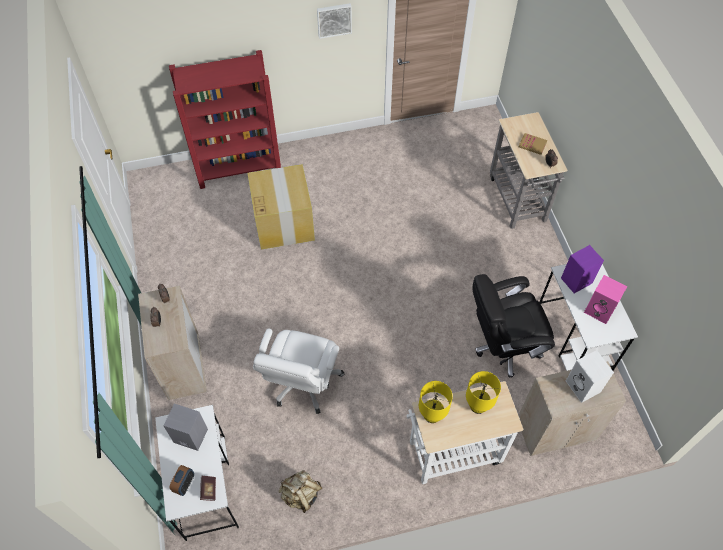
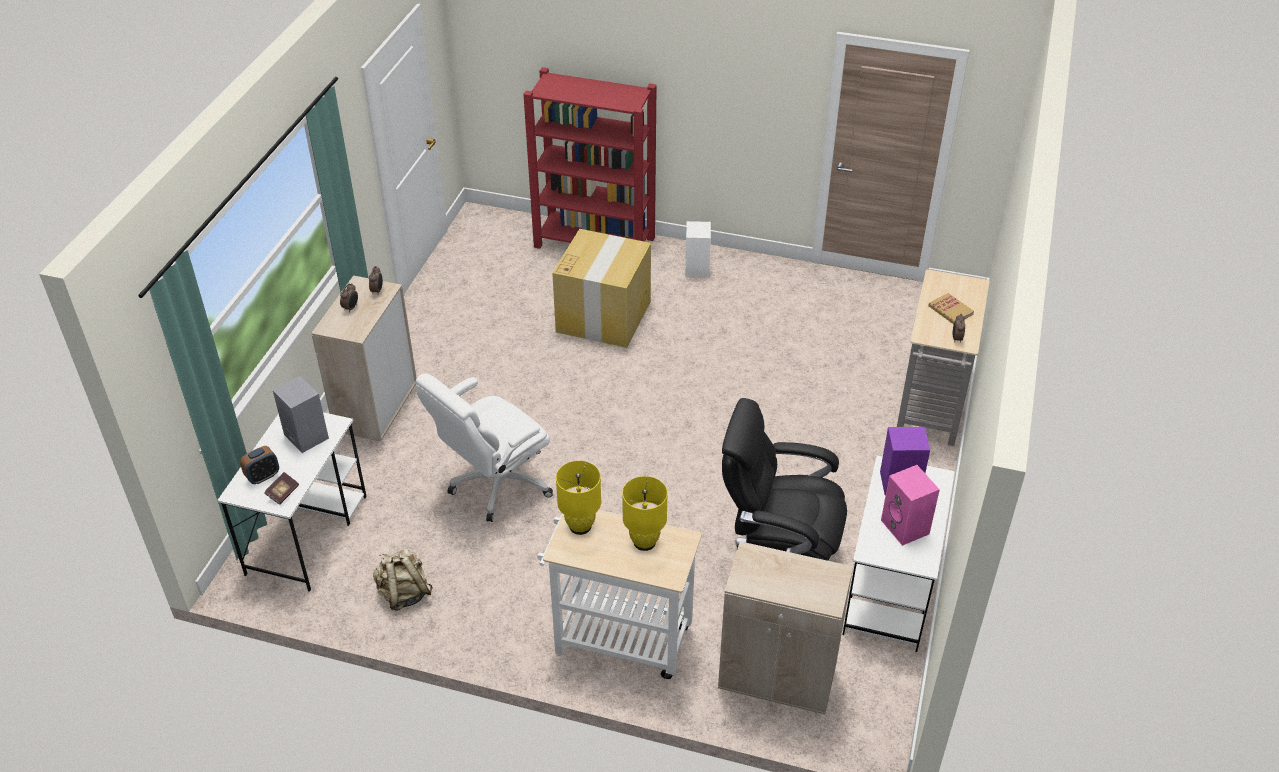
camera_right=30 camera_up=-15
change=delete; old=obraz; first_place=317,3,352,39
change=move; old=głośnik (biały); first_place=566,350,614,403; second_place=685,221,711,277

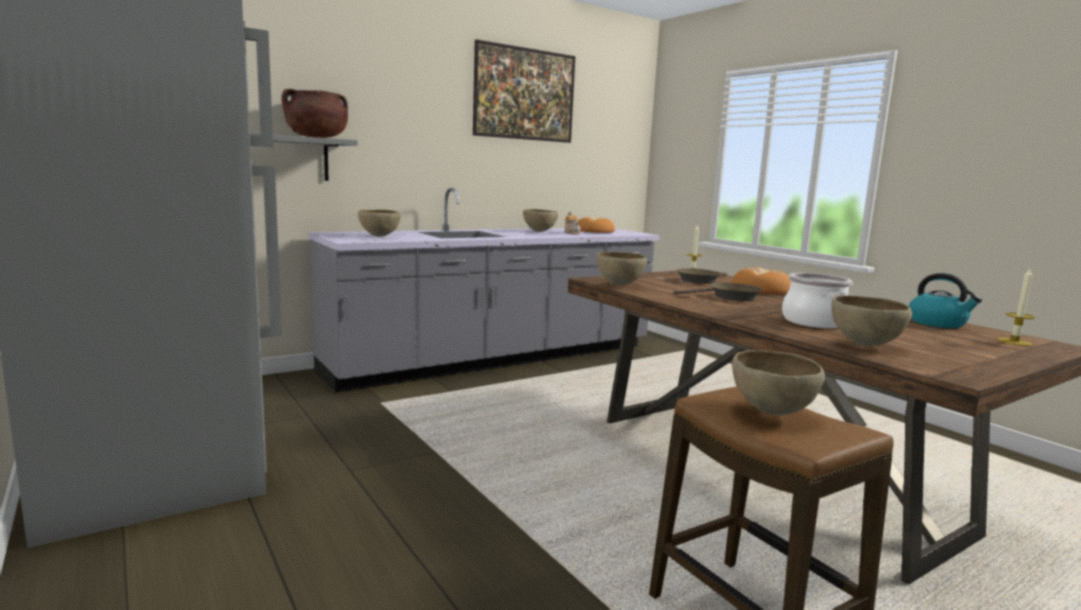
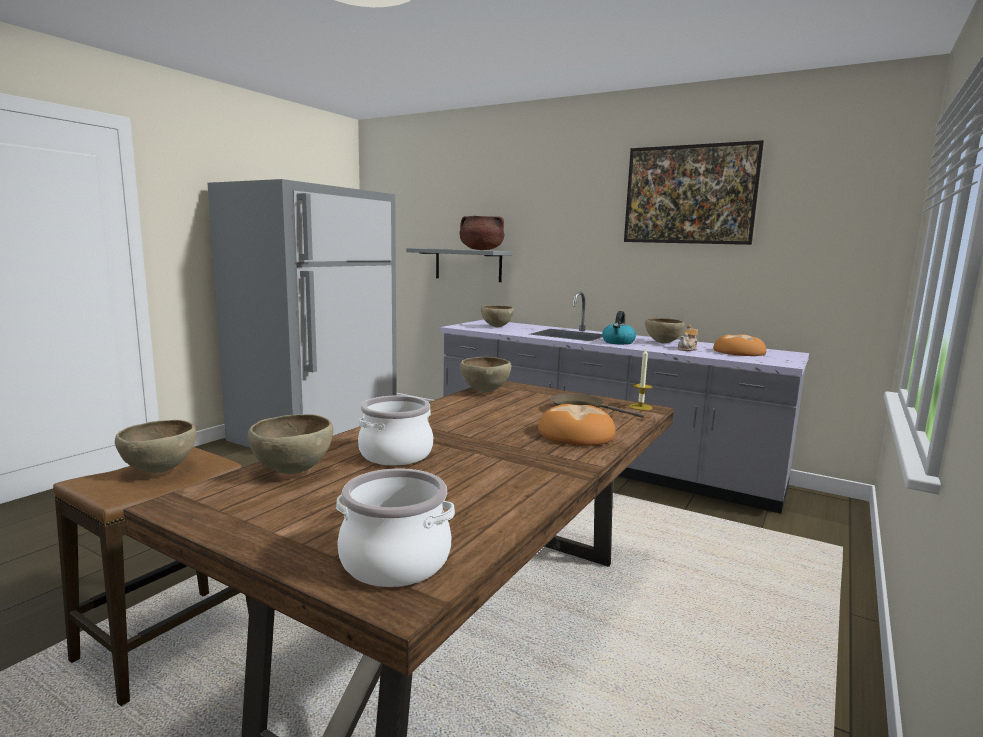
camera_right=65 camera_up=0
change=delete; old=patelnia (brązowy); first_place=673,283,762,301
change=move; old=czajnik; first_place=909,273,982,328; second_place=602,311,636,345
change=replace; old=świeca; new=garnek; first_place=998,269,1035,346; second_place=336,468,455,587

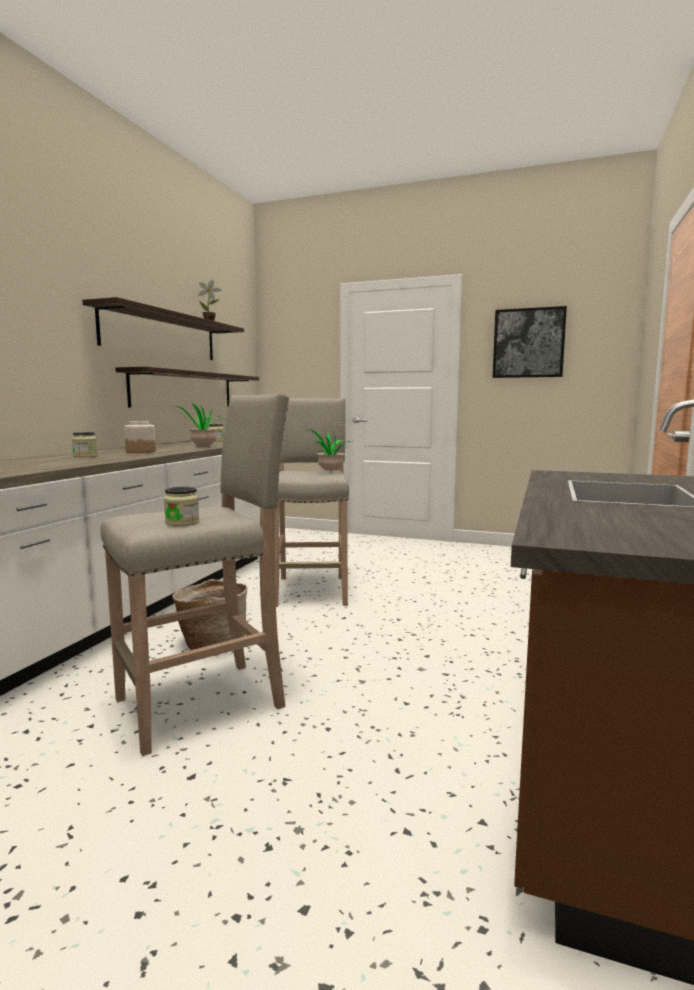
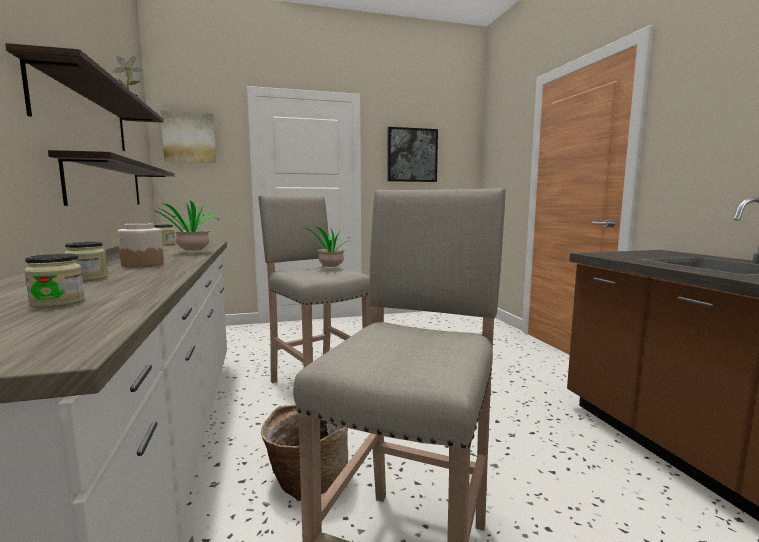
camera_right=-35 camera_up=0
change=move; old=słoik; first_place=164,487,199,527; second_place=24,254,85,308
change=insert; new=obraz; second_place=160,110,216,163

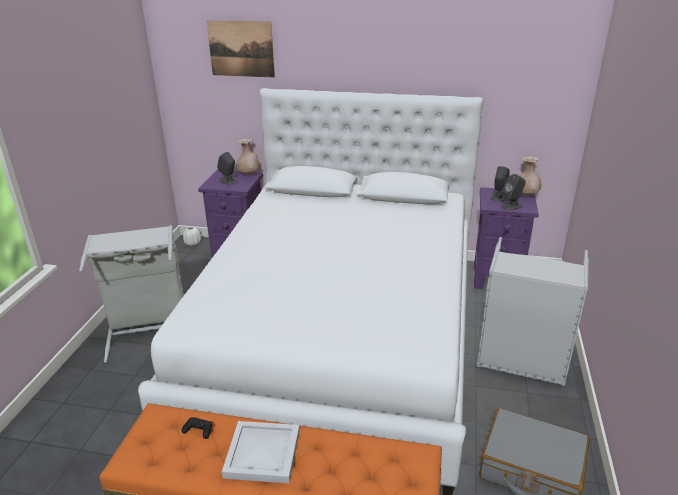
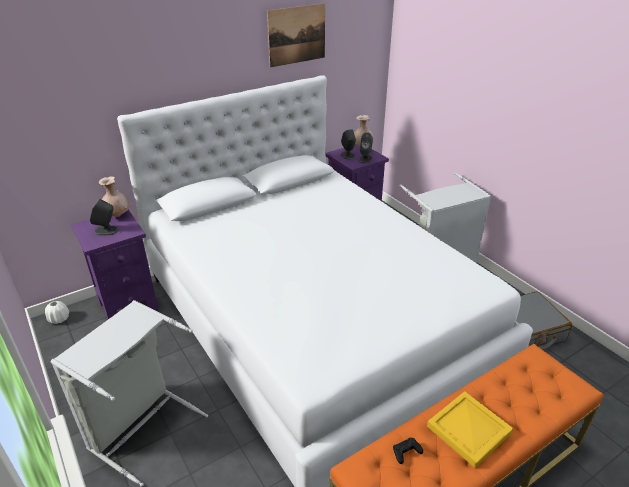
camera_right=-45 camera_up=5
change=move; old=obraz; first_place=206,20,275,78; second_place=267,3,325,67
change=recolor; old=taca (biały); new=taca (żółty); first_place=222,421,300,483; second_place=427,391,513,468

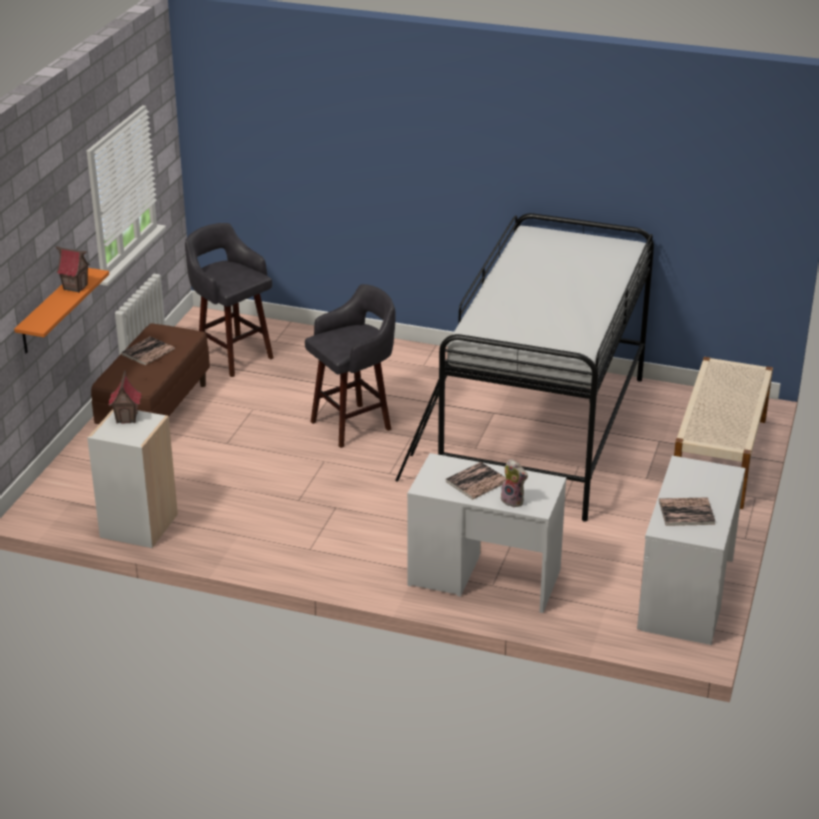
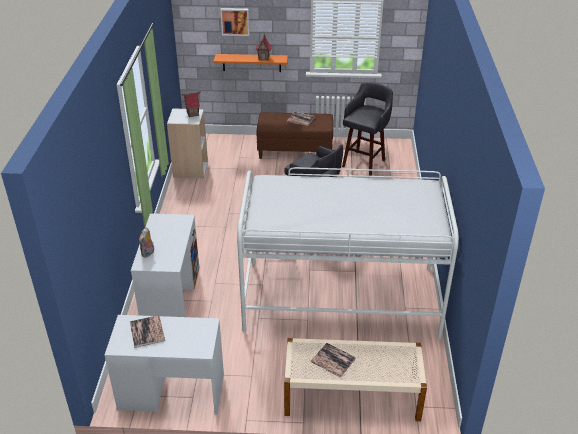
camera_right=75 camera_up=5
change=recolor; old=łóżko (czarny); new=łóżko (biały); first_place=395,213,654,522; second_place=237,167,459,339
change=move; old=książka; first_place=446,462,506,500; second_place=311,343,356,377
change=insert; new=obraz; second_place=221,8,249,36

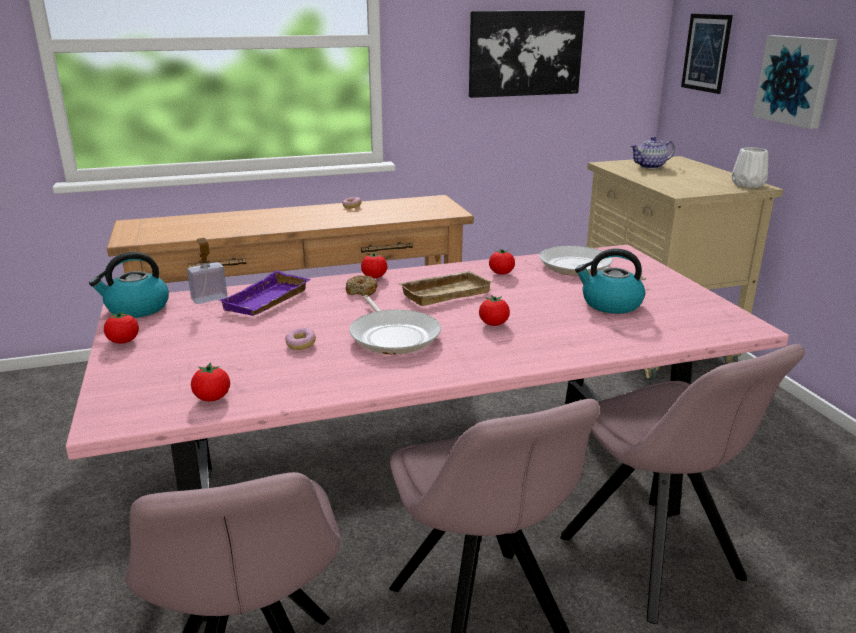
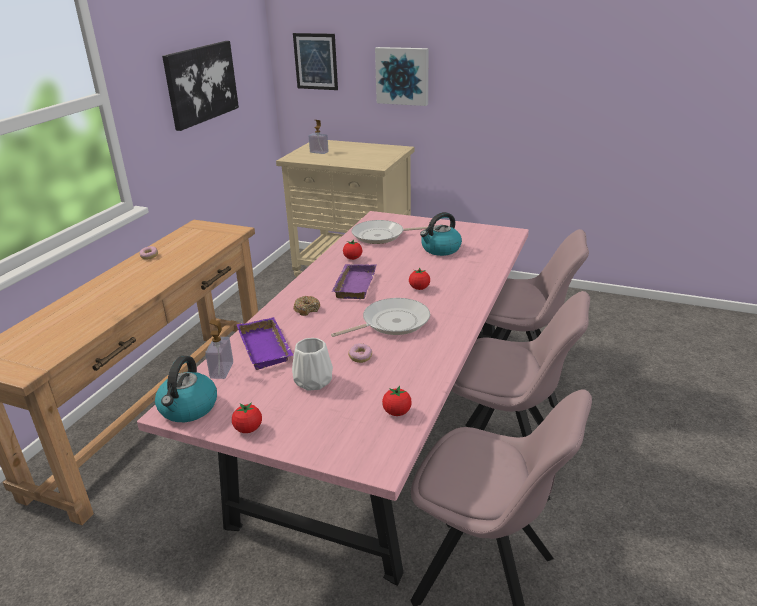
camera_right=-50 camera_up=5
change=rotate; old=patelnia; first_place=349,295,441,354; second_place=331,298,430,337; degrees=-45
change=delete; old=pomidor; first_place=361,252,387,278
change=recolor; old=taca (beżowy); new=taca (fioletowy); first_place=398,271,493,306; second_place=332,264,377,299
change=replace; old=imbryk; new=dozownik mydła; first_place=631,136,675,169; second_place=309,120,329,154
change=move; old=wazon (biały); first_place=731,147,768,188; second_place=292,338,333,390

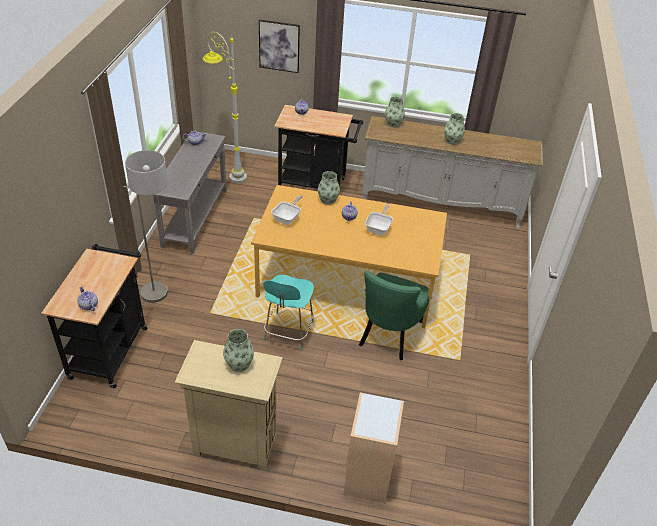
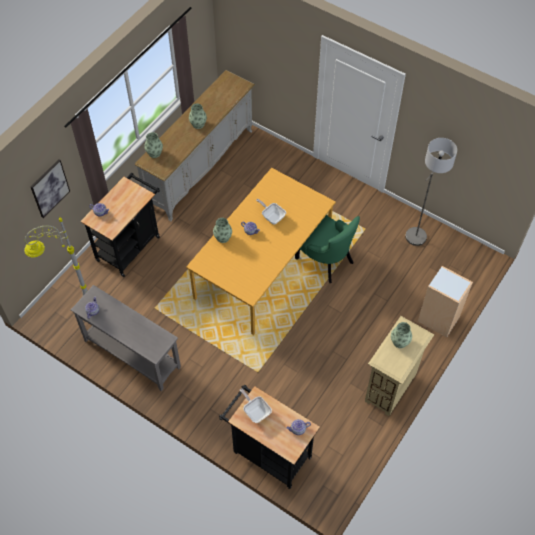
camera_right=-65 camera_up=15
change=move; old=lampa stojąca (szary); first_place=124,150,168,303; second_place=405,138,457,246
change=delete; old=krzesło (turkusowy); first_place=263,275,314,350
change=move; old=patelnia; first_place=271,195,303,225; second_place=240,388,272,423

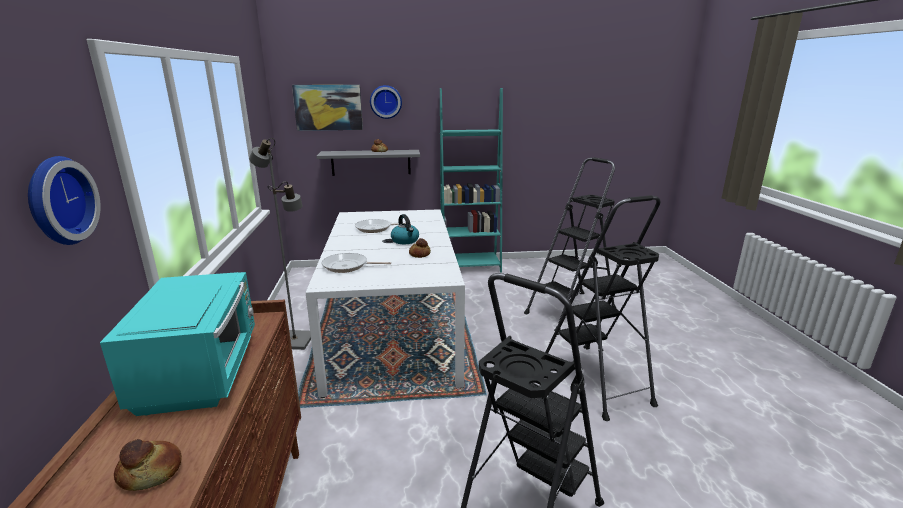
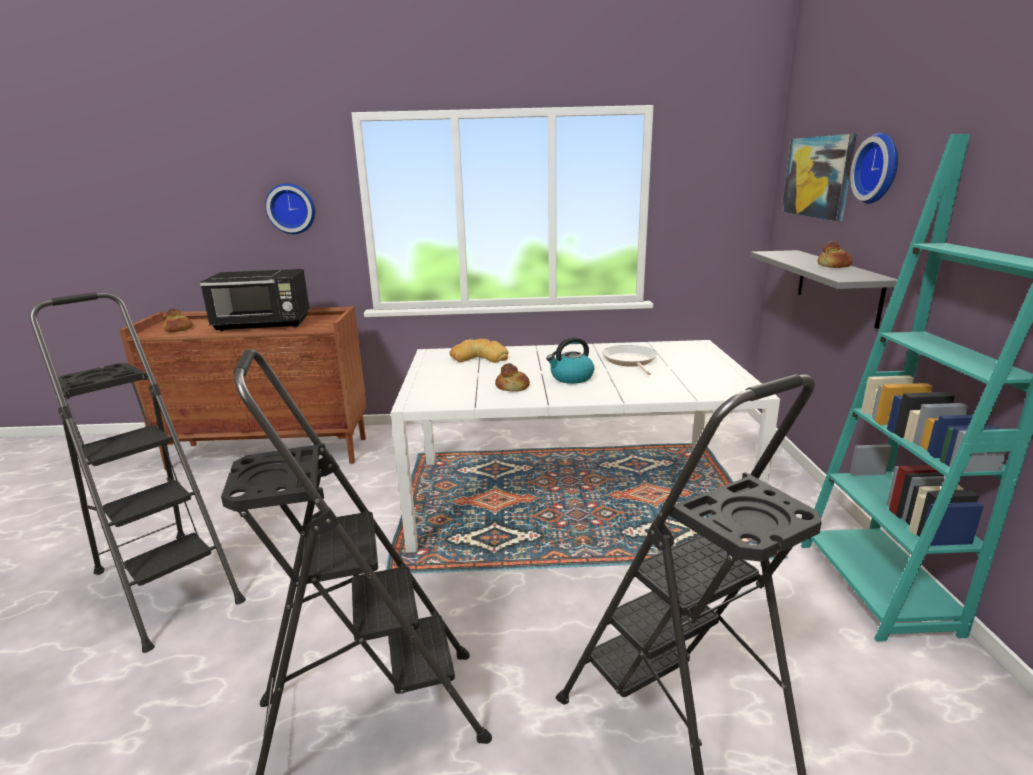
camera_right=95 camera_up=0
change=recolor; old=mikrofalówka (turkusowy); new=mikrofalówka (czarny); first_place=100,272,255,416; second_place=200,269,309,331
change=delete; old=lampa stojąca (szary); first_place=249,138,311,350
change=replace; old=patelnia; new=chleb; first_place=322,253,391,273; second_place=449,339,509,363

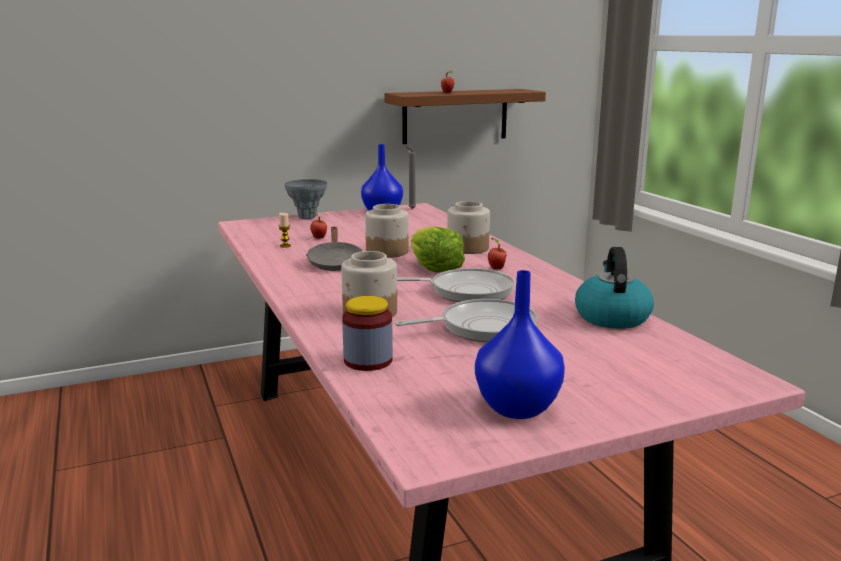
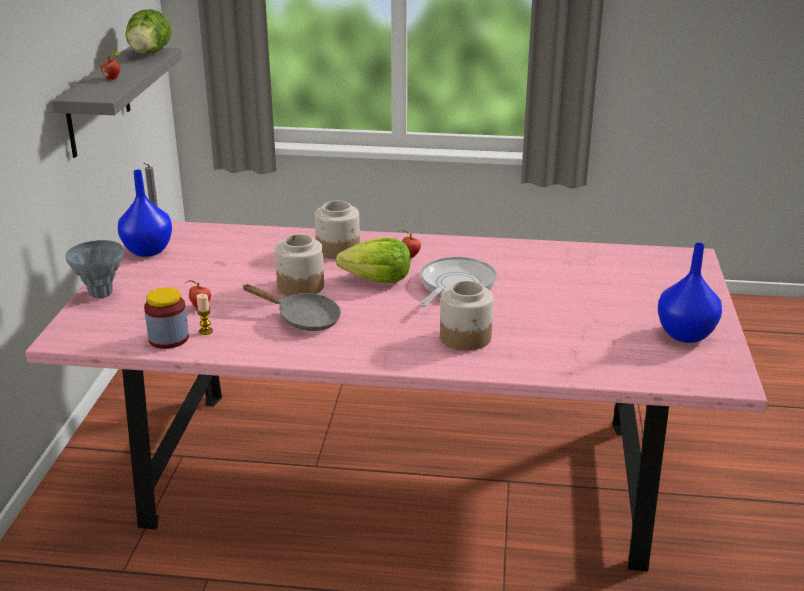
camera_right=-60 camera_up=10
change=move; old=słoik; first_place=342,296,393,371; second_place=144,287,189,349
change=recolor; old=półka (brązowy); new=półka (szary); first_place=384,89,546,144; second_place=52,46,182,158
change=delete; old=patelnia; first_place=395,299,537,342
change=delete; old=czajnik; first_place=575,247,654,329
change=insert; new=sałata; second_place=126,9,172,54

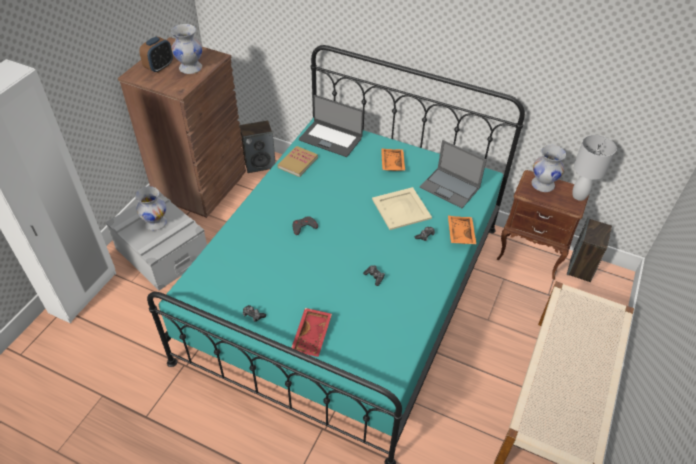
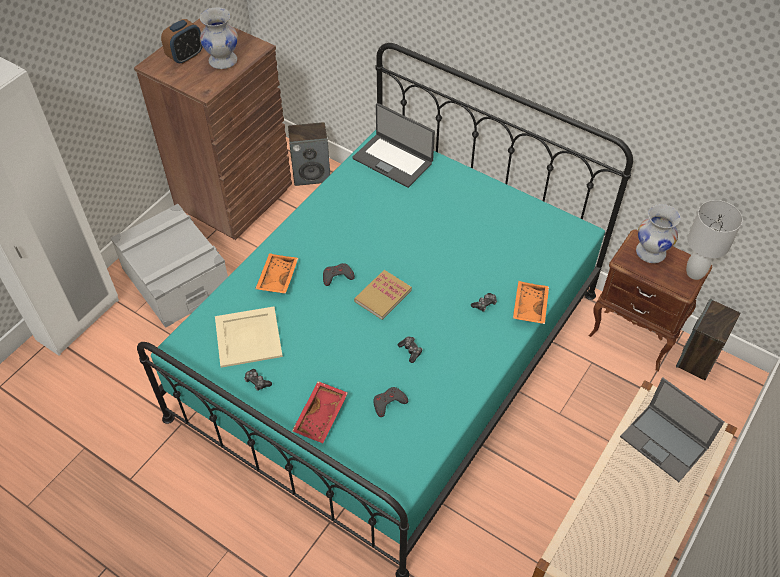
camera_right=10 camera_up=5
change=delete; old=wazon (biały); first_place=135,186,167,231
change=move; old=książka; first_place=278,146,318,177; second_place=354,270,412,320
change=move; old=taca (beżowy); first_place=372,187,432,230; second_place=215,306,283,368
change=move; old=taca (pomarańczowy); first_place=381,148,405,171; second_place=255,253,298,294
change=move; old=laptop; first_place=420,140,487,208; second_place=620,378,724,482
change=insert; new=pad do gier (szary); second_place=373,387,408,417

